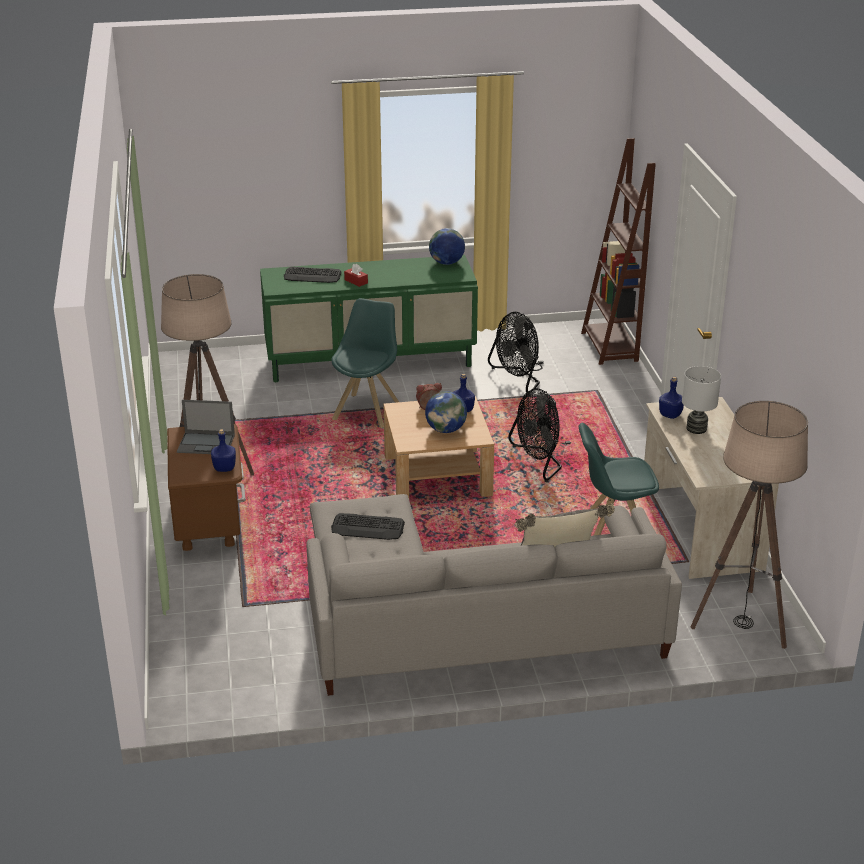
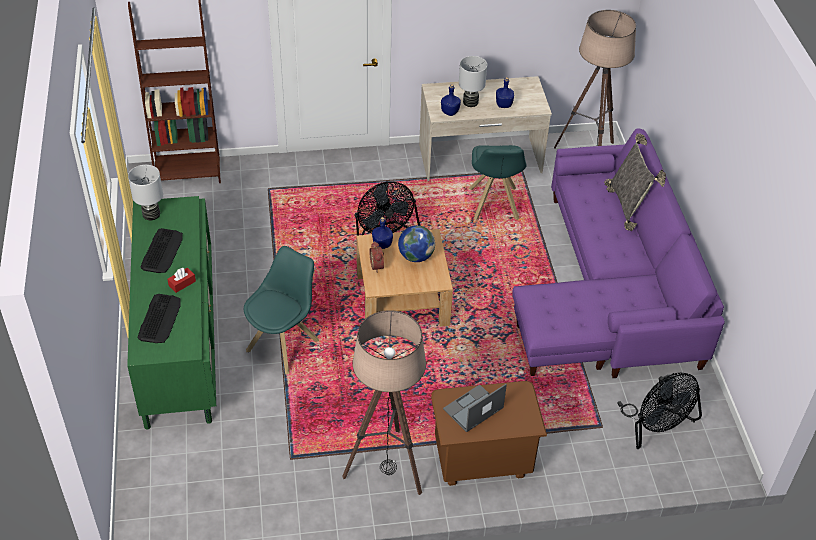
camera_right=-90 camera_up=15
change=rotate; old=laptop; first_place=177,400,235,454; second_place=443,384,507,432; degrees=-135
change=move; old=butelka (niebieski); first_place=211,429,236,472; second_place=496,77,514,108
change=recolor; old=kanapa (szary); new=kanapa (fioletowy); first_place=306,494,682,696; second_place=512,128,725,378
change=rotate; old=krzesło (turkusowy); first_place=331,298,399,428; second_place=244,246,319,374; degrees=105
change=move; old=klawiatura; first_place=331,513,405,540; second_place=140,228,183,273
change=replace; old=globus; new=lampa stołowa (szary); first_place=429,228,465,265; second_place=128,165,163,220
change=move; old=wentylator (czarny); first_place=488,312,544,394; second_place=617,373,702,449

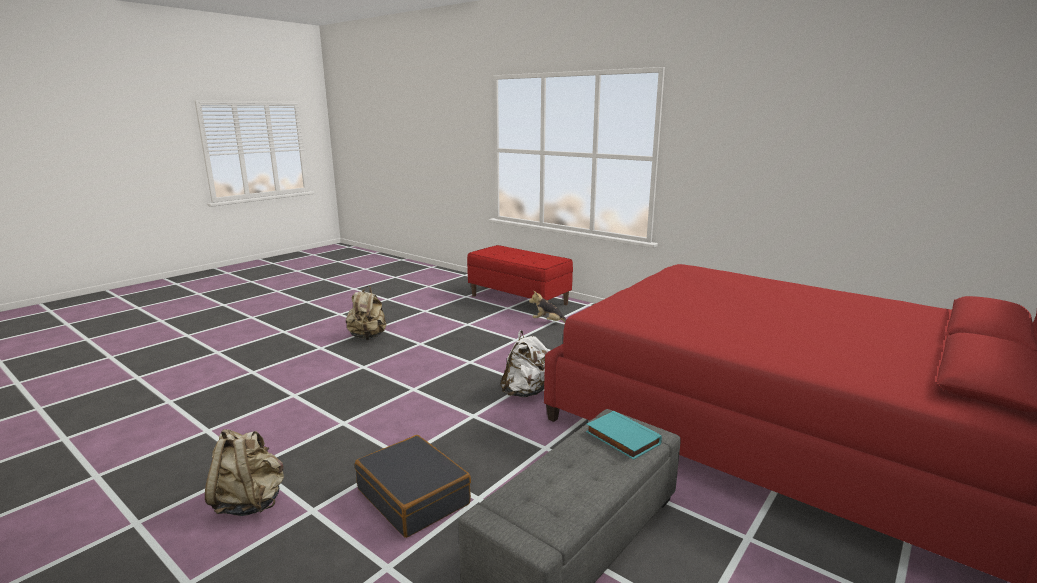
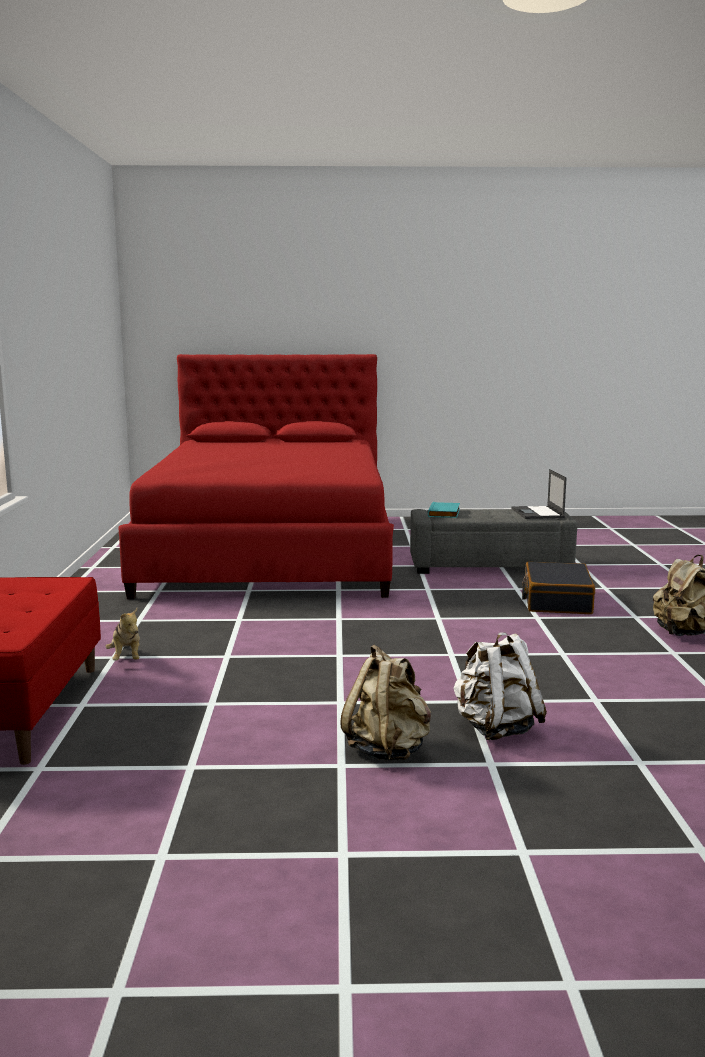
camera_right=-130 camera_up=-5
change=move; old=plecak (biały); first_place=501,330,548,397; second_place=453,632,547,740
change=insert; new=laptop; second_place=511,469,567,519

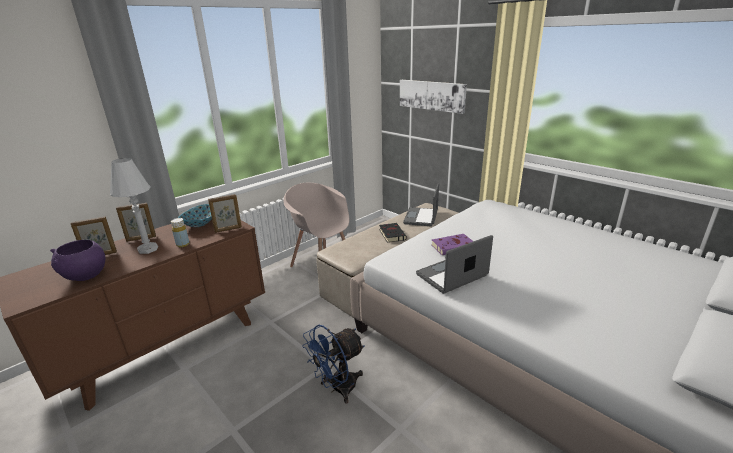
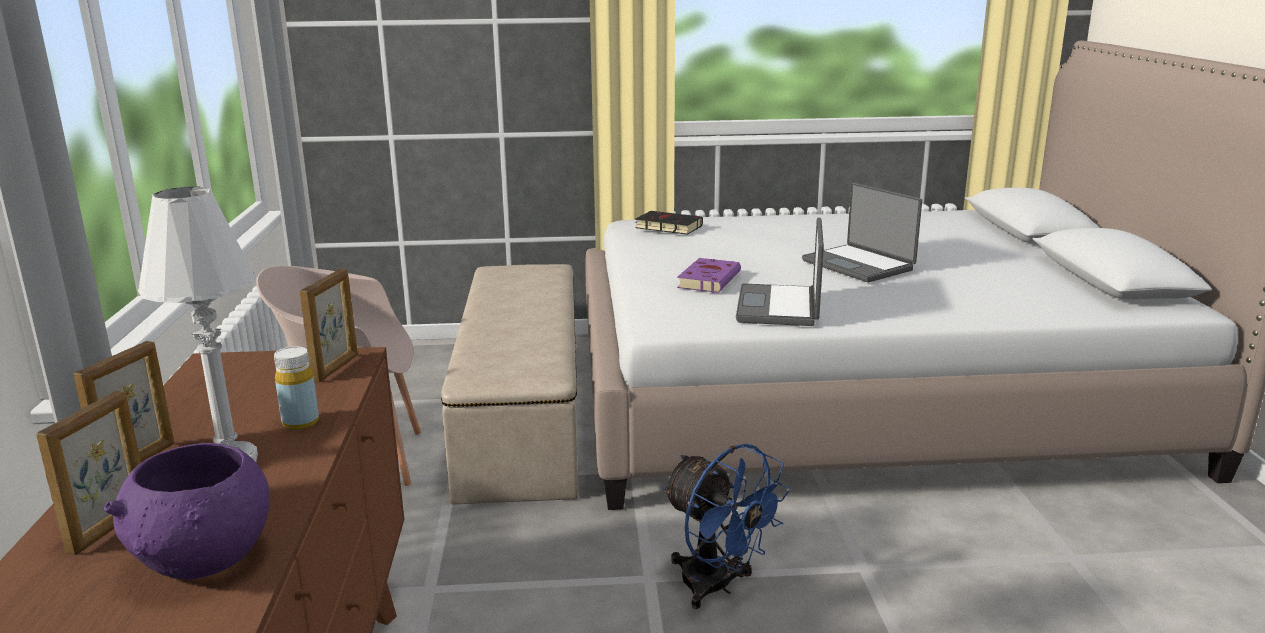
camera_right=-50 camera_up=-5
change=delete; old=miska; first_place=178,204,212,227
change=rotate; old=wentylator (niebieski); first_place=302,325,364,403; second_place=662,444,791,609; degrees=-45
change=move; old=książka (czarny); first_place=379,223,407,243; second_place=635,211,703,235
change=delete; old=obraz; first_place=400,80,467,114
change=move; old=laptop; first_place=403,184,439,226; second_place=802,183,922,282

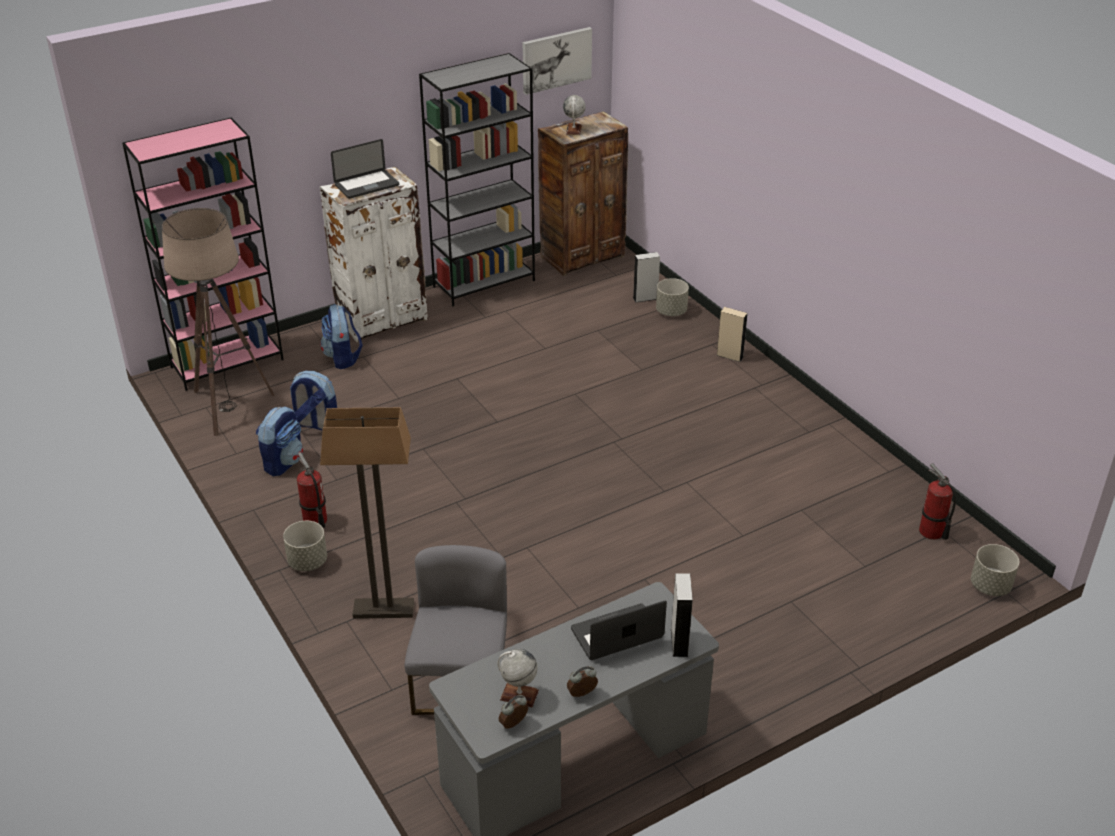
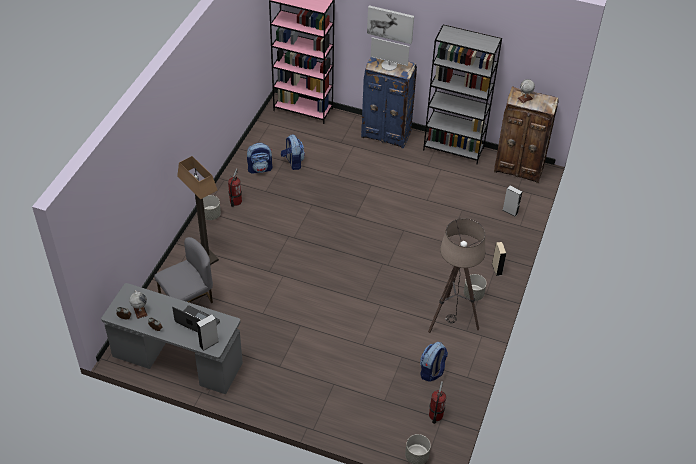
camera_right=50 camera_up=10
change=move; old=lampa stojąca; first_place=162,208,275,436; second_place=428,218,485,333
change=recolor; old=szafka (biały); new=szafka (niebieski); first_place=320,167,428,342; second_place=361,57,417,149
change=move; old=plecak; first_place=320,304,363,369; second_place=420,342,448,382
change=replace; old=laptop; new=monitor; first_place=331,139,399,199; second_place=371,37,410,71
change=move; old=obraz; first_place=523,27,592,95; second_place=367,5,414,44
change=move; old=donica (szary); first_place=656,278,689,316; second_place=464,274,486,301

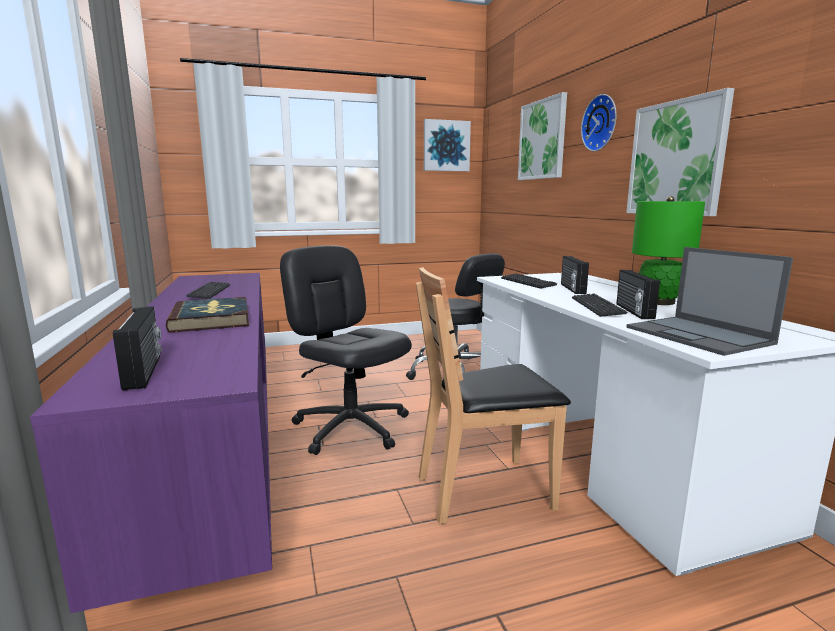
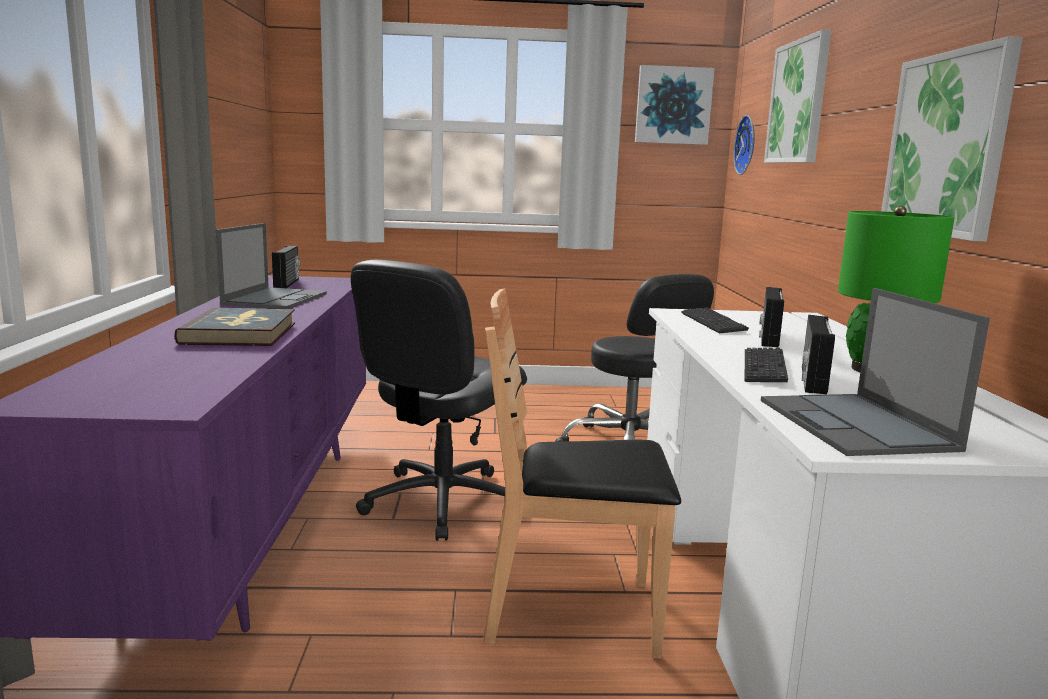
camera_right=15 camera_up=0
change=move; old=radio; first_place=113,306,162,391; second_place=272,246,300,288
change=replace; old=klawiatura; new=laptop; first_place=186,282,230,299; second_place=216,223,327,309
change=rotate; old=krzesło biurowe (czarny); first_place=280,245,412,455; second_place=351,260,527,541; degrees=-120
change=move; old=zegar ścienny; first_place=581,94,616,151; second_place=733,115,754,175

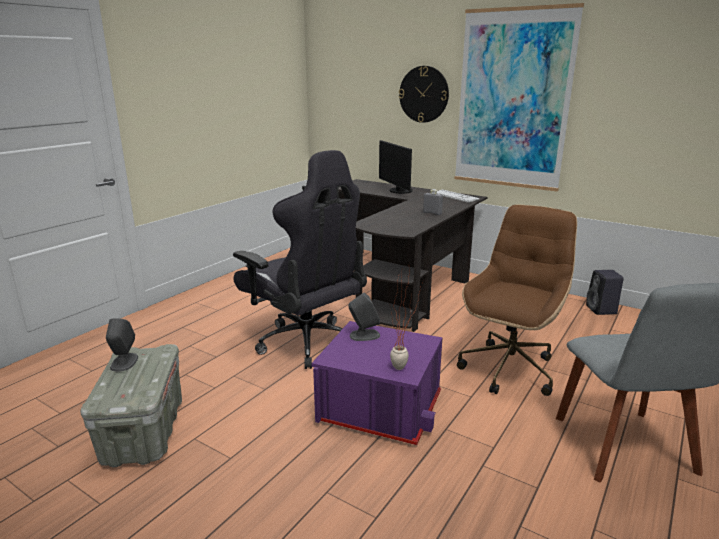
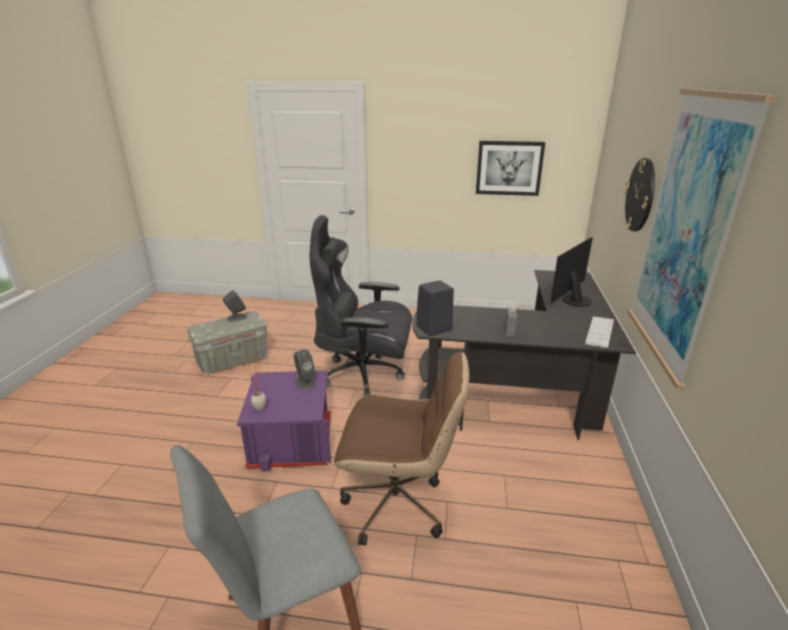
camera_right=65 camera_up=5
change=rotate; old=krzesło biurowe (czarny); first_place=233,150,367,369; second_place=309,215,412,396; degrees=75
change=move; old=głośnik (czarny); first_place=586,270,624,315; second_place=416,280,454,336
change=insert; new=obraz; second_place=476,141,545,196

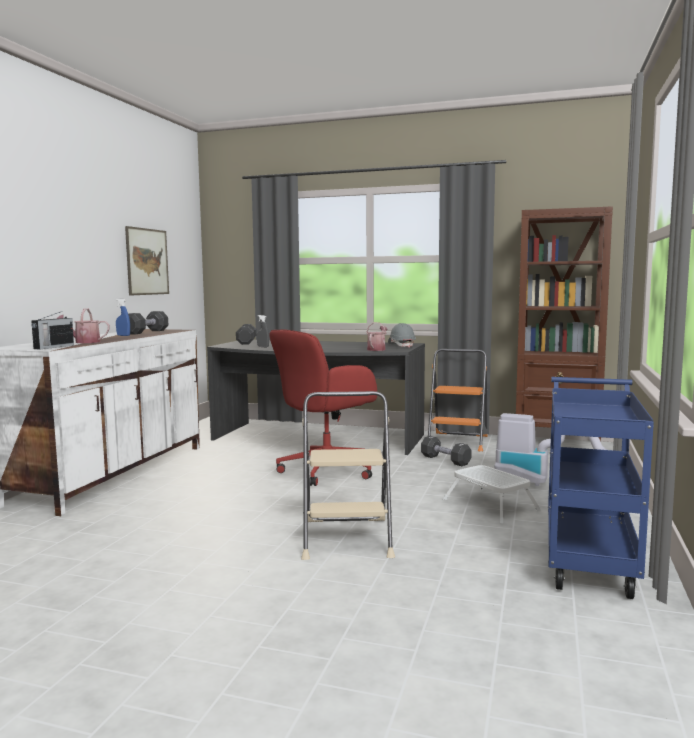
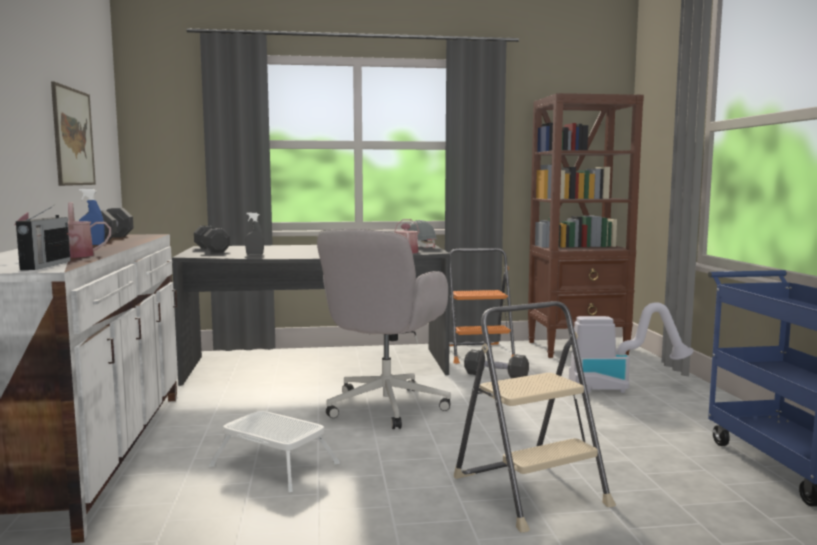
camera_right=-25 camera_up=0
change=recolor; old=krzesło biurowe (czerwony); new=krzesło biurowe (szary); first_place=269,330,377,486; second_place=317,229,451,429
change=move; old=drabinka (biały); first_place=443,465,541,523; second_place=209,411,340,492

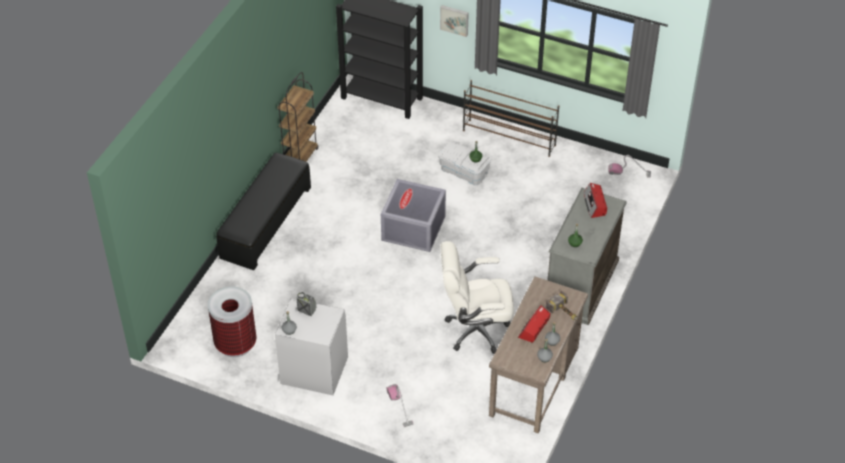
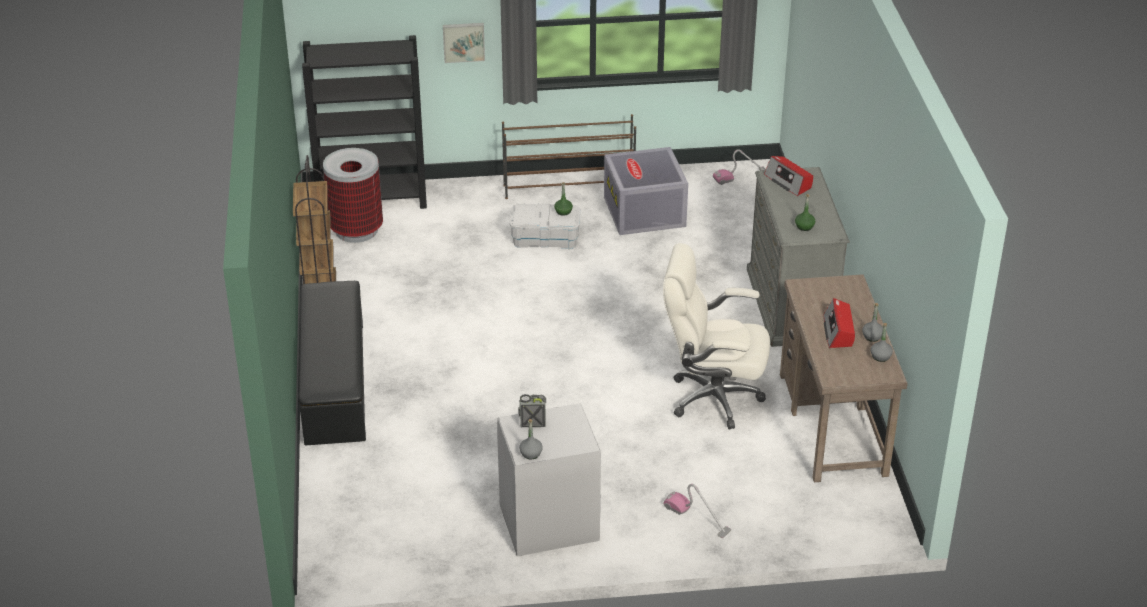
camera_right=-30 camera_up=-10
change=move; old=kosz na śmieci; first_place=208,287,257,357; second_place=323,148,383,243
change=move; old=pojemnik do przechowywania (szary); first_place=381,179,446,252; second_place=604,147,688,235
change=rotate; old=krzesło biurowe (biały); first_place=440,241,514,354; second_place=663,243,770,429; degrees=45
change=delete; old=młotek; first_place=546,291,578,320

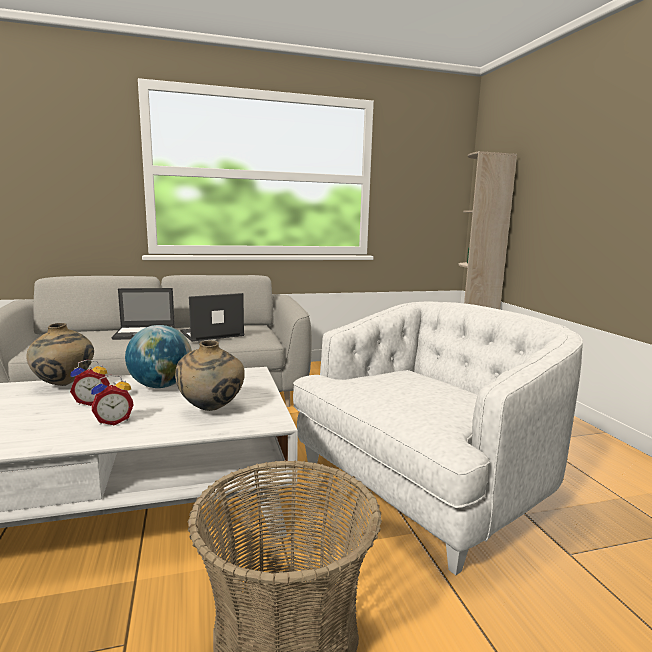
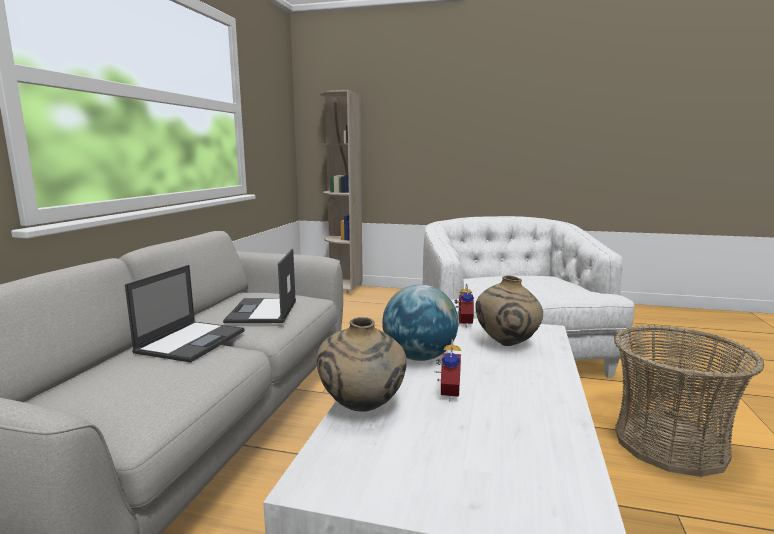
camera_right=-60 camera_up=0
change=move; old=budzik; first_place=91,375,134,426; second_place=454,284,474,327

